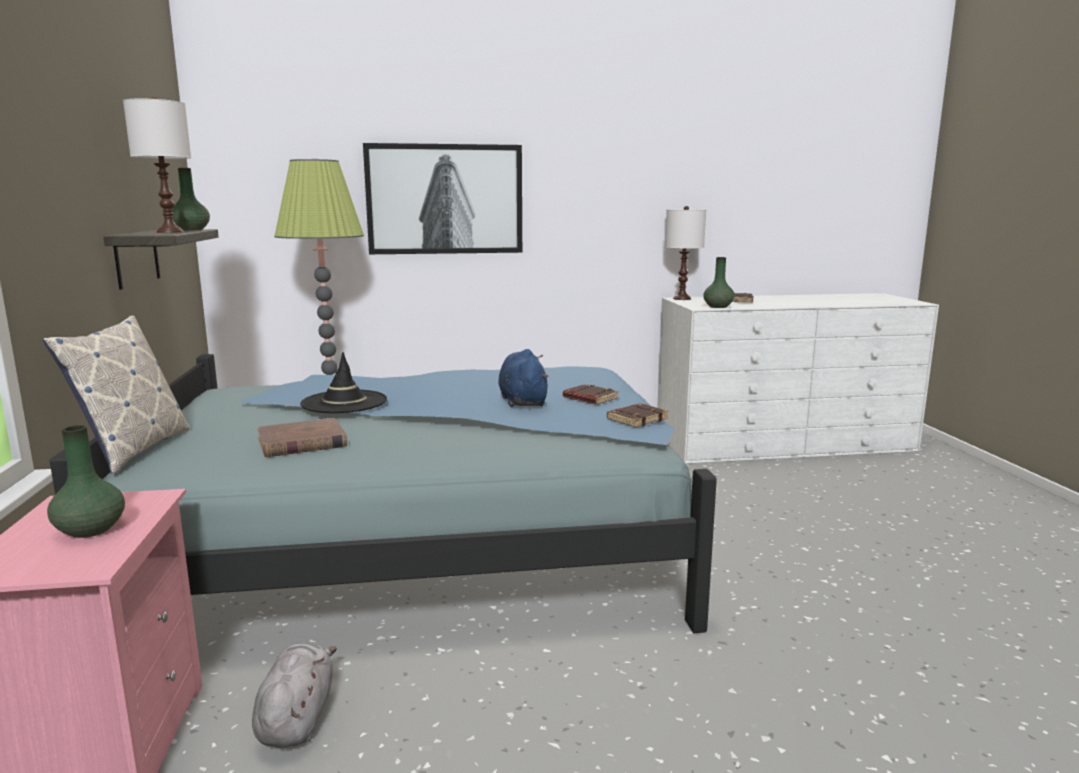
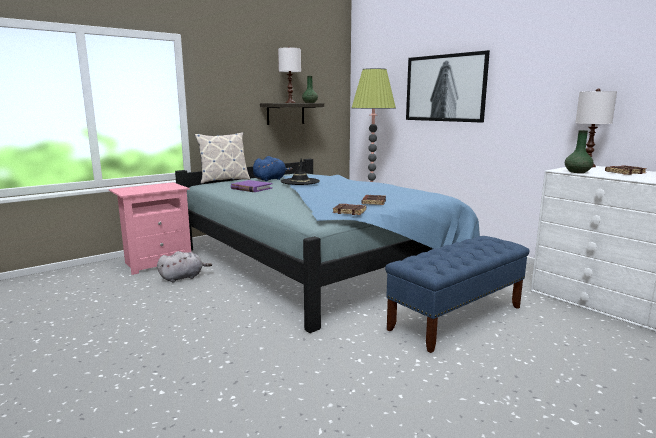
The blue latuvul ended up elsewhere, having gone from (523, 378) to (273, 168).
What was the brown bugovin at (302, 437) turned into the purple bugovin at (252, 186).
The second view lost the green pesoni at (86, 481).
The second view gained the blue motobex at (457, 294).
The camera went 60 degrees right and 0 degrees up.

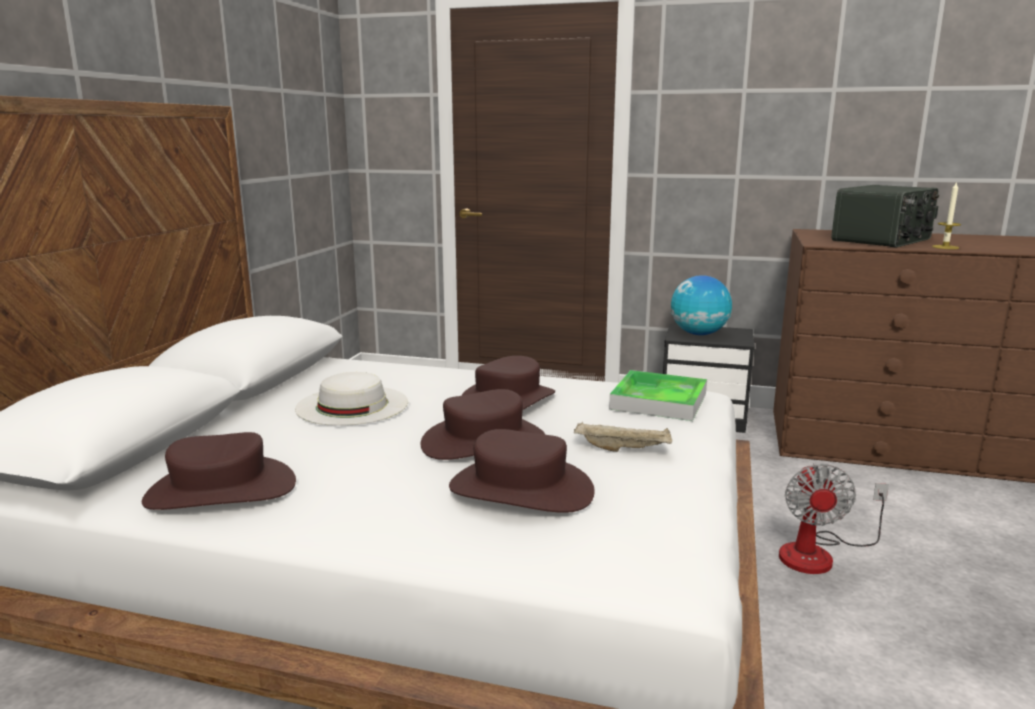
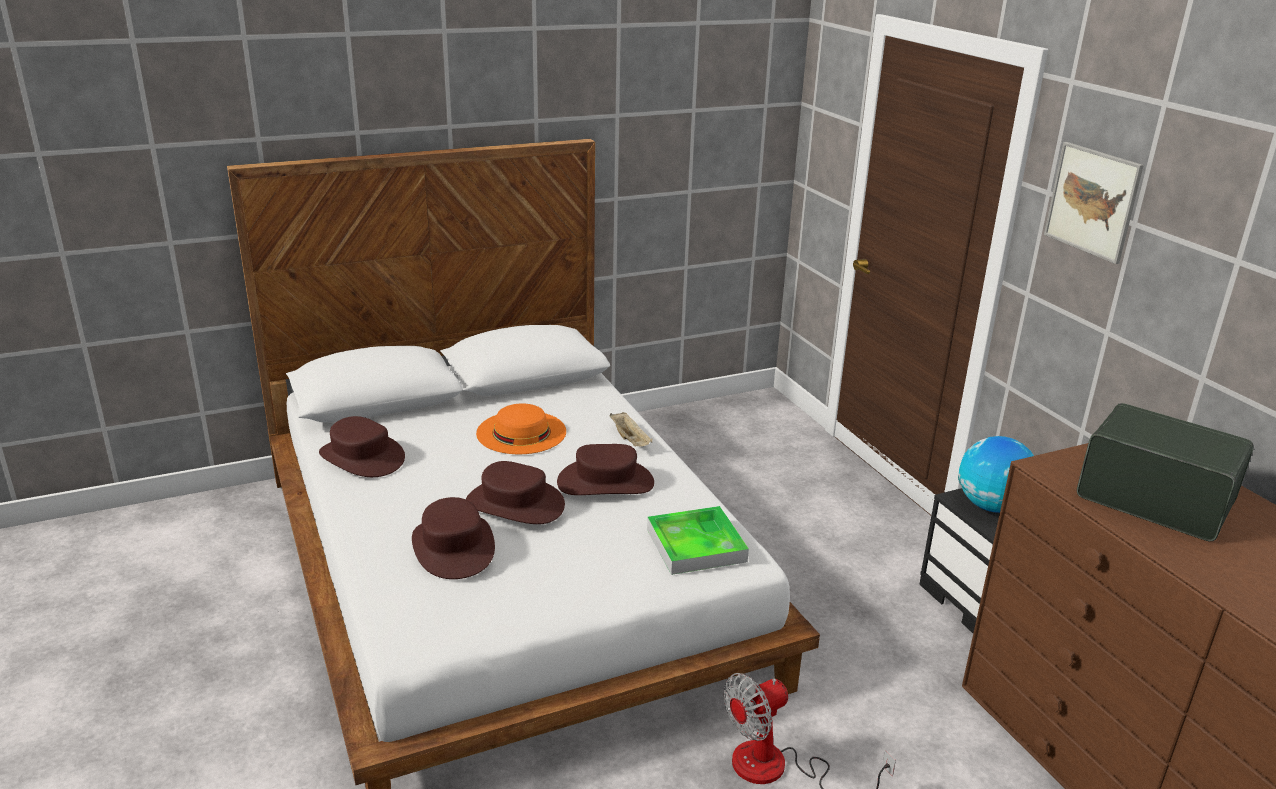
The second view lost the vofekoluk at (946, 215).
The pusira at (885, 216) ended up facing another way, 150 degrees counterclockwise from before.
What was the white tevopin at (351, 399) turned into the orange tevopin at (521, 429).
The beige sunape ended up elsewhere, having gone from (623, 437) to (631, 429).
The second view gained the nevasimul at (1094, 203).
The camera went 50 degrees right and 10 degrees up.

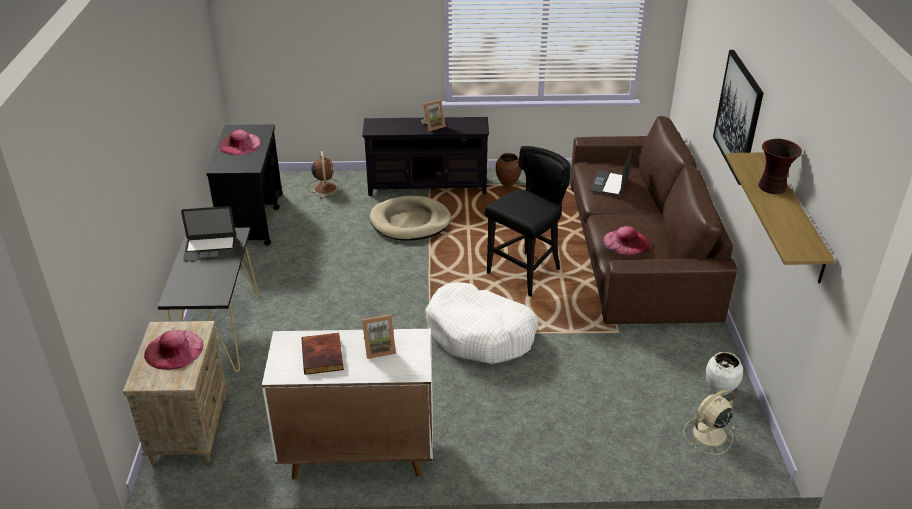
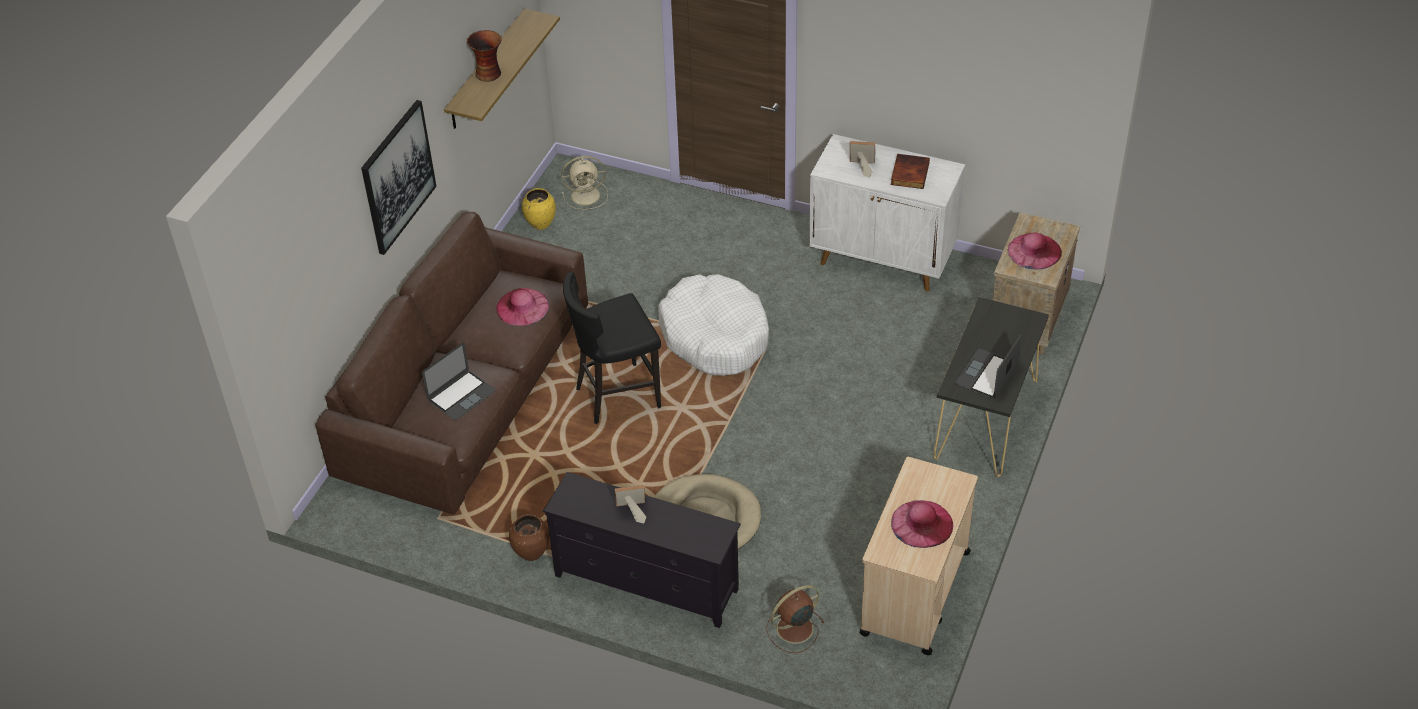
What was the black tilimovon at (244, 185) turned into the beige tilimovon at (919, 556).
The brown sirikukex at (324, 175) ended up facing another way, 45 degrees clockwise from before.
The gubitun at (208, 233) ended up facing another way, 75 degrees counterclockwise from before.
What was the white pesoni at (724, 374) turned into the yellow pesoni at (539, 209).
The camera went 155 degrees left and 10 degrees up.

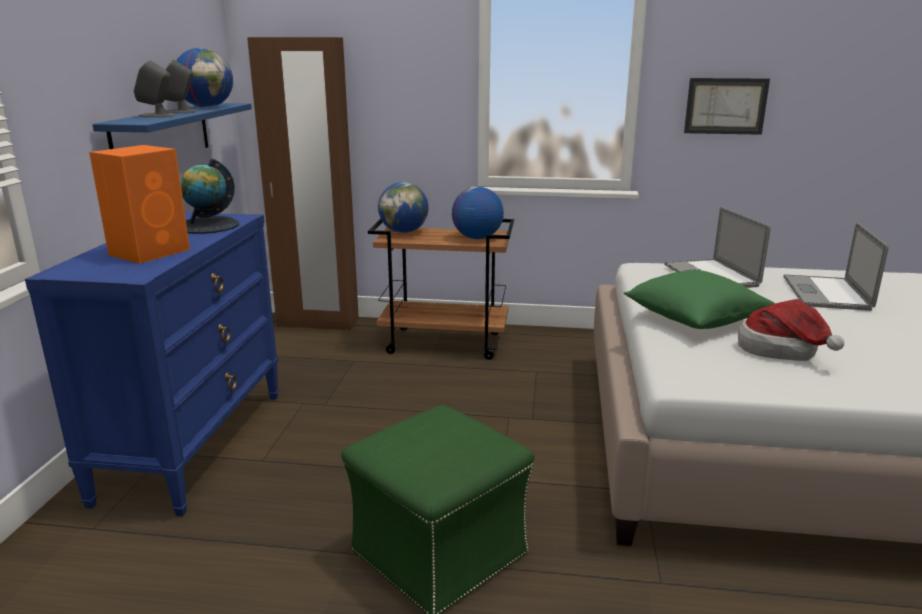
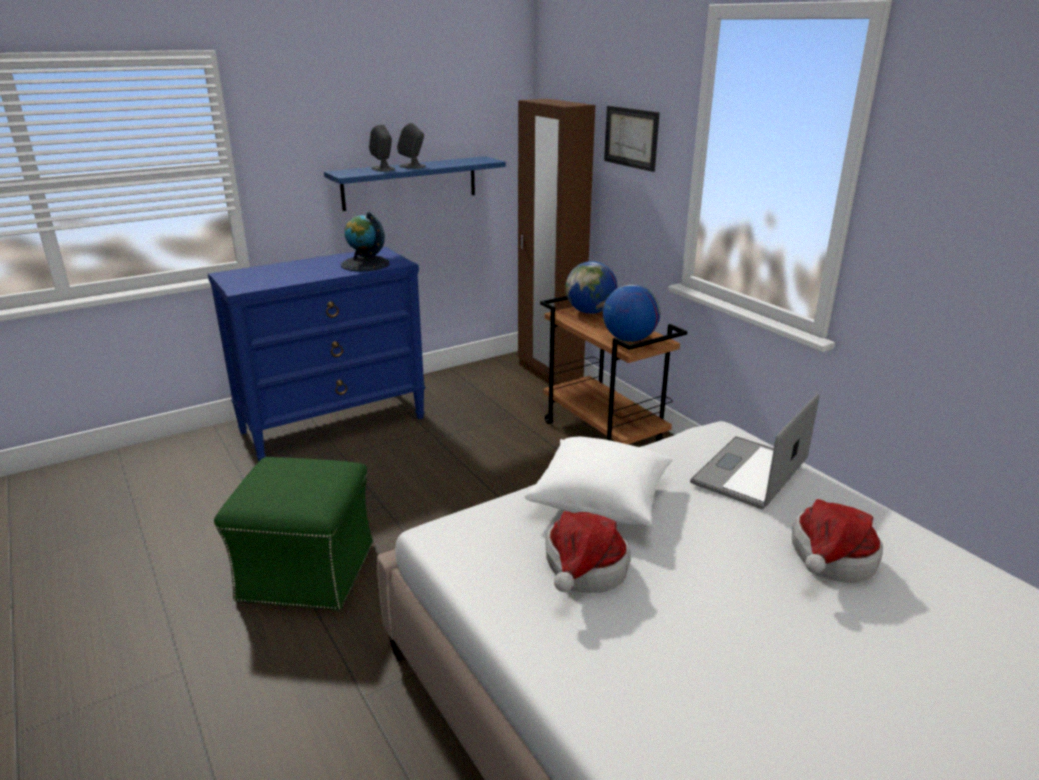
The second view lost the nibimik at (204, 78).
The nevasimul ended up elsewhere, having gone from (727, 106) to (632, 139).
The second view lost the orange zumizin at (139, 204).
Where the gubitun stood at (836, 266), the tevopin came to stand at (837, 541).
What was the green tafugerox at (699, 299) turned into the white tafugerox at (599, 481).
The camera went 50 degrees right and 5 degrees up.

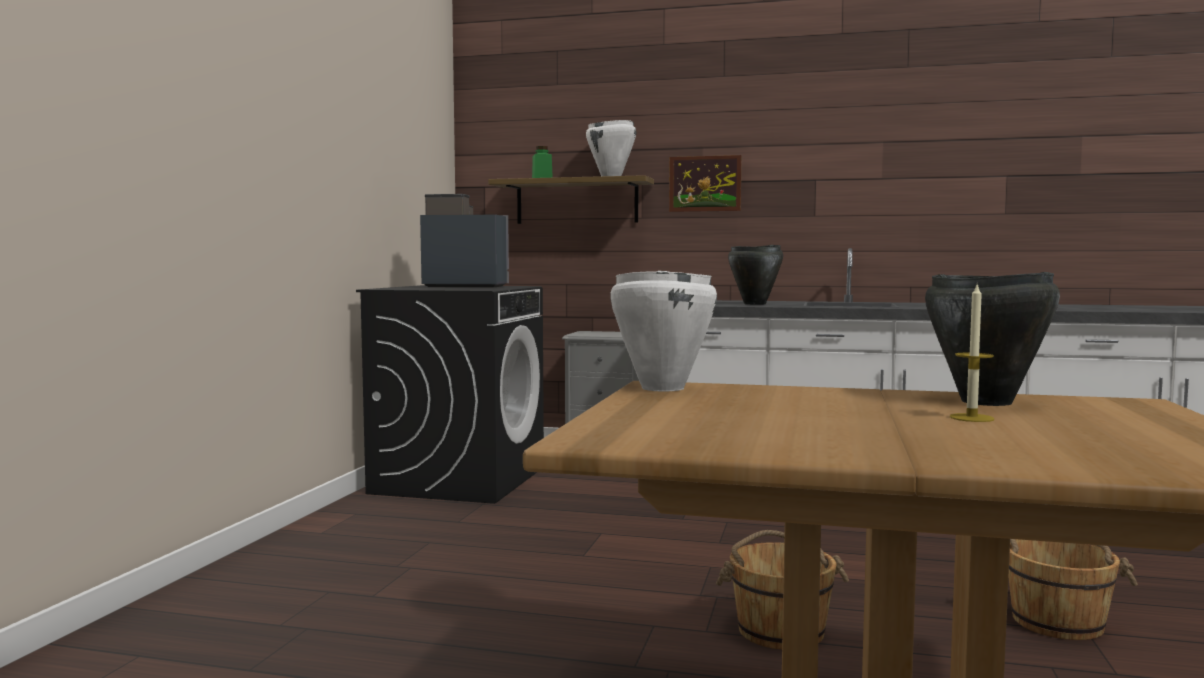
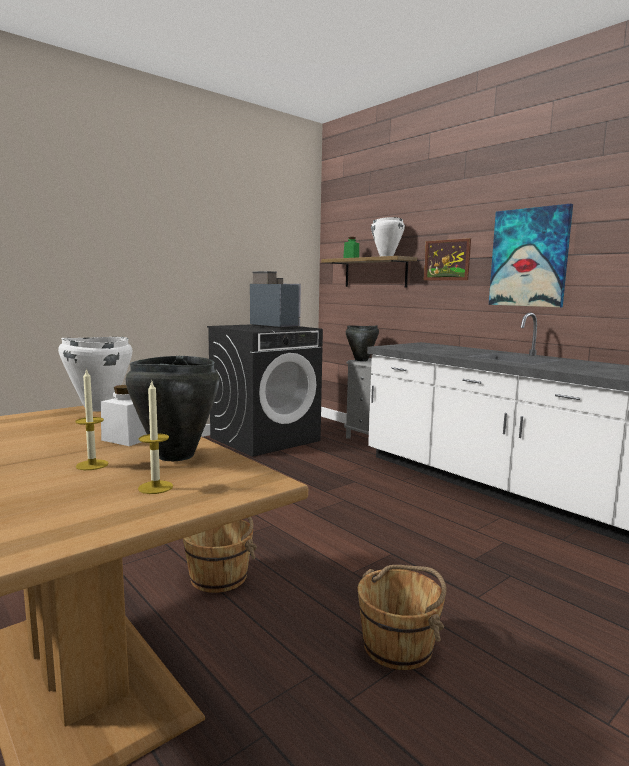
The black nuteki ended up elsewhere, having gone from (755, 275) to (362, 343).
The second view gained the nevasimul at (531, 255).
The second view gained the vofekoluk at (155, 438).
The second view gained the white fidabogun at (124, 415).
The camera went 35 degrees right and 5 degrees up.

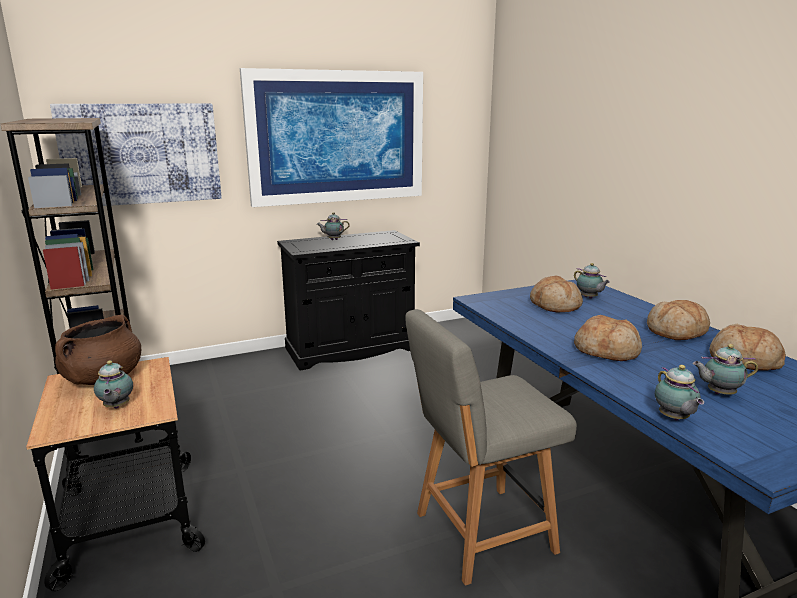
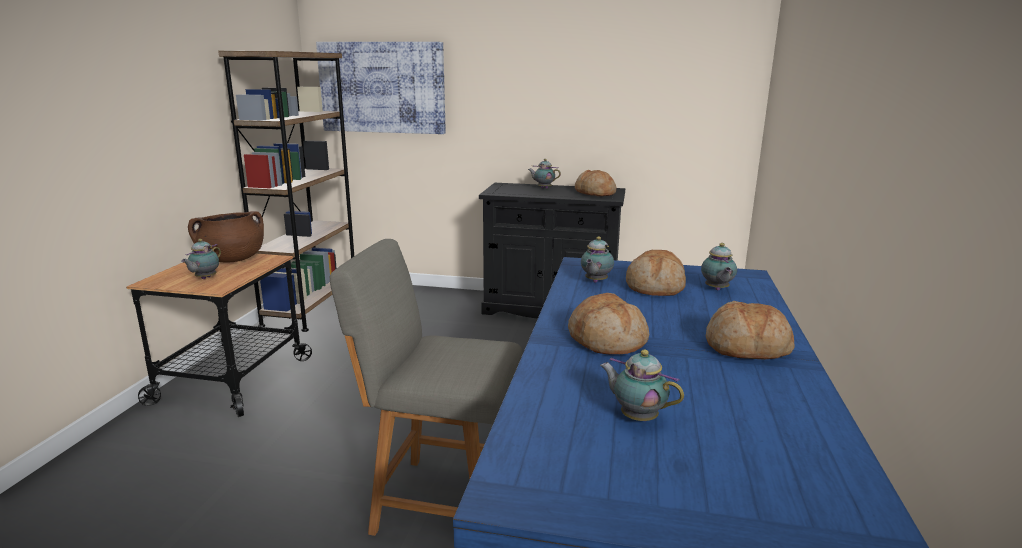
The second view lost the nevasimul at (331, 137).
The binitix ended up elsewhere, having gone from (747, 347) to (595, 183).
The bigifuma ended up elsewhere, having gone from (679, 392) to (597, 259).
The camera went 35 degrees right and 0 degrees up.

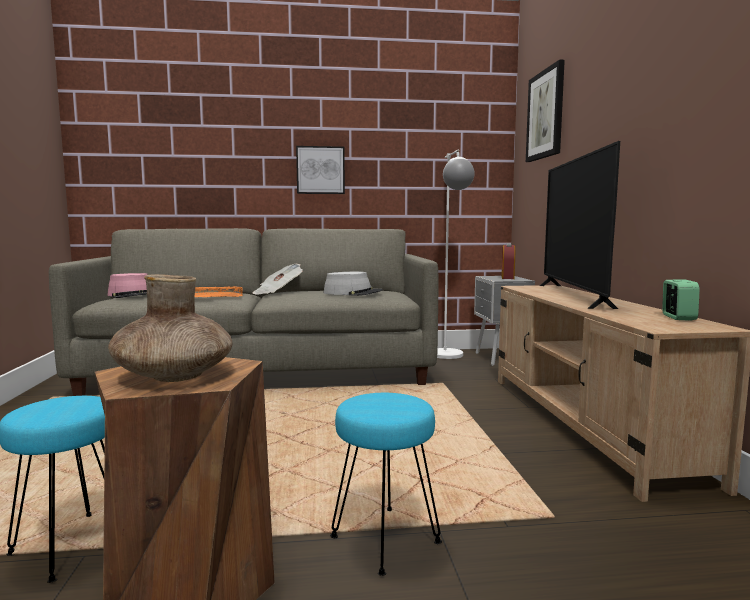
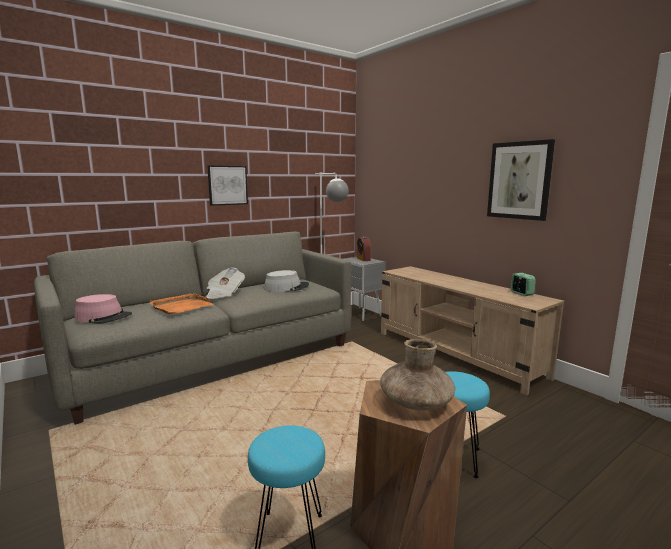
The nevasimul ended up elsewhere, having gone from (545, 111) to (521, 180).
The second view lost the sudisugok at (580, 225).
The camera went 30 degrees left and 5 degrees up.

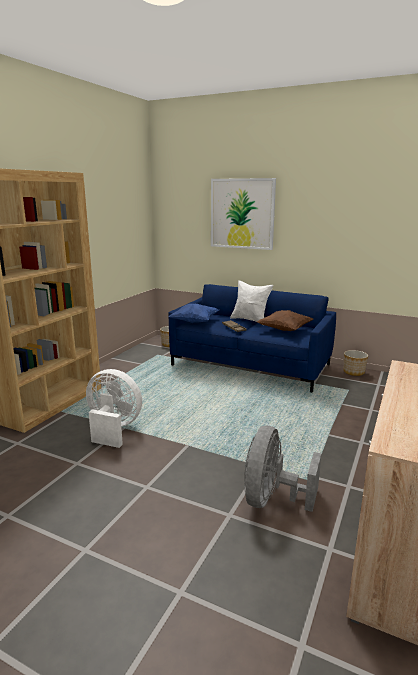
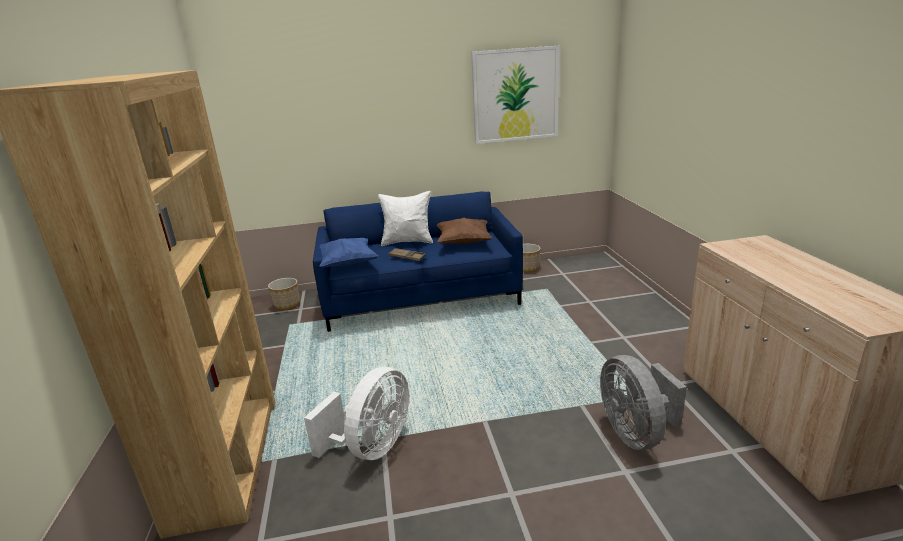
The nevasimul ended up elsewhere, having gone from (243, 214) to (515, 95).
The white sirikukex at (114, 408) ended up facing another way, 135 degrees clockwise from before.
The camera went 35 degrees left and 5 degrees up.

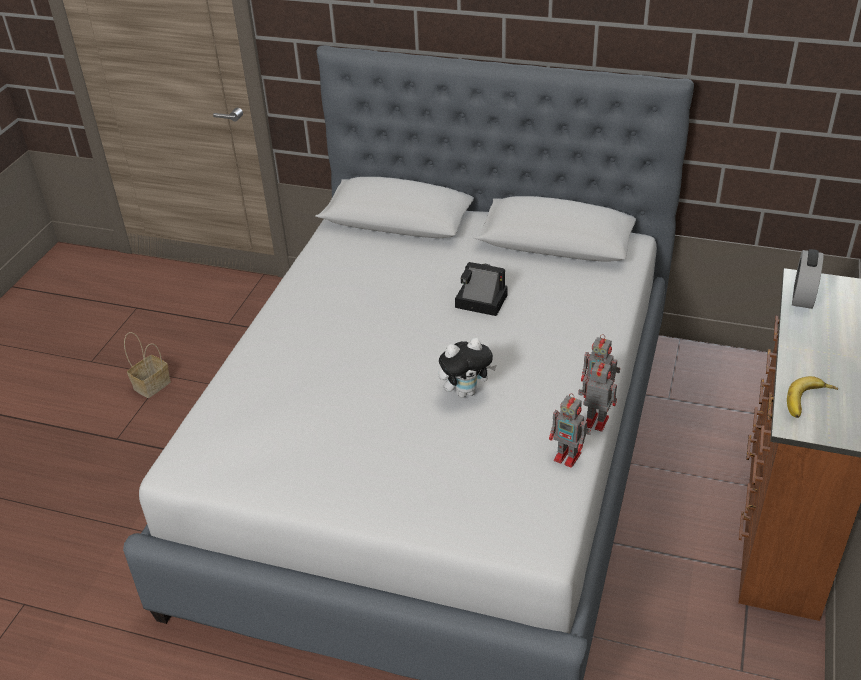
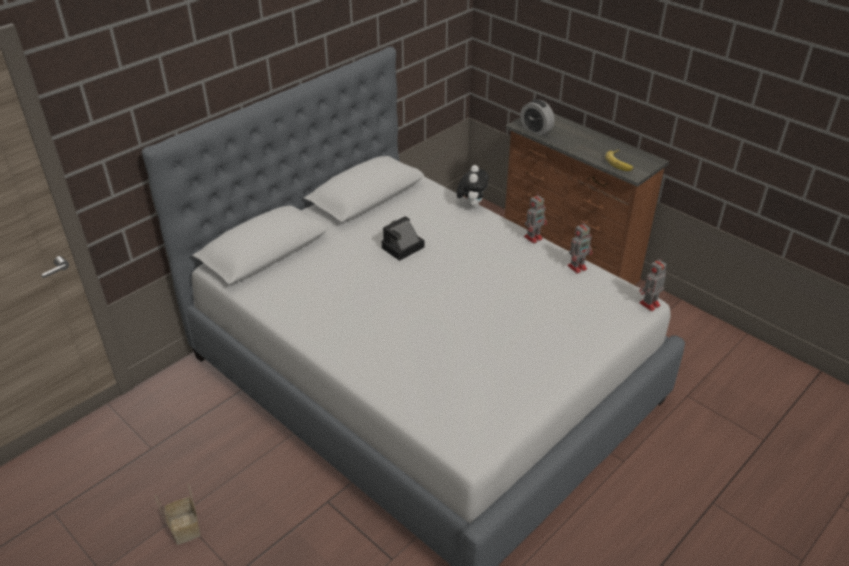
The latuvul ended up elsewhere, having gone from (467, 368) to (473, 186).
The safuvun ended up elsewhere, having gone from (597, 395) to (653, 284).
The camera went 65 degrees left and 0 degrees up.

